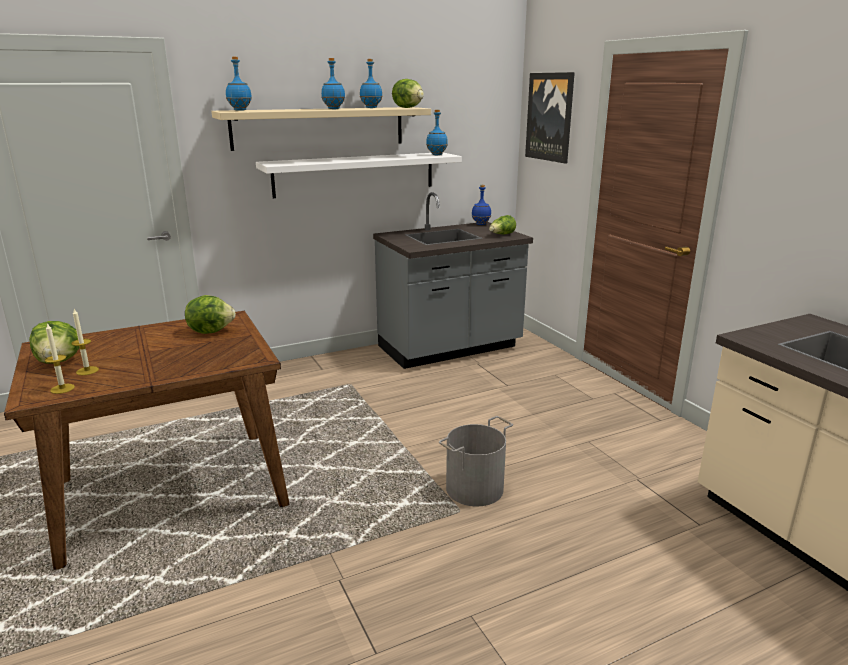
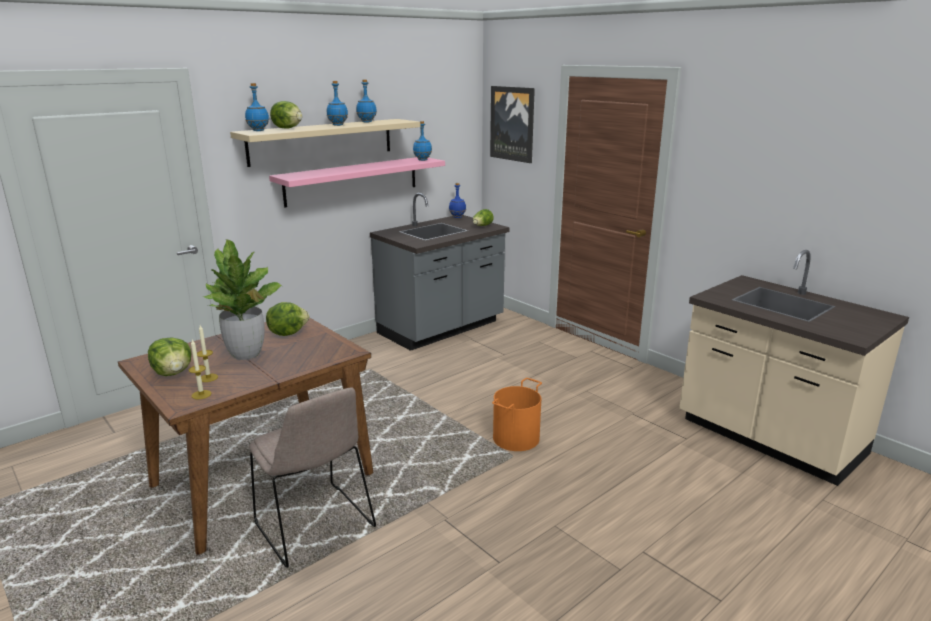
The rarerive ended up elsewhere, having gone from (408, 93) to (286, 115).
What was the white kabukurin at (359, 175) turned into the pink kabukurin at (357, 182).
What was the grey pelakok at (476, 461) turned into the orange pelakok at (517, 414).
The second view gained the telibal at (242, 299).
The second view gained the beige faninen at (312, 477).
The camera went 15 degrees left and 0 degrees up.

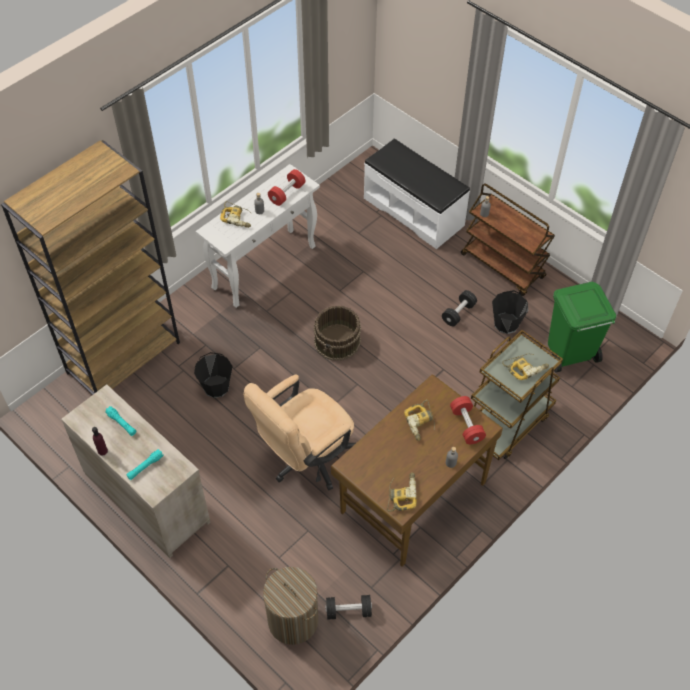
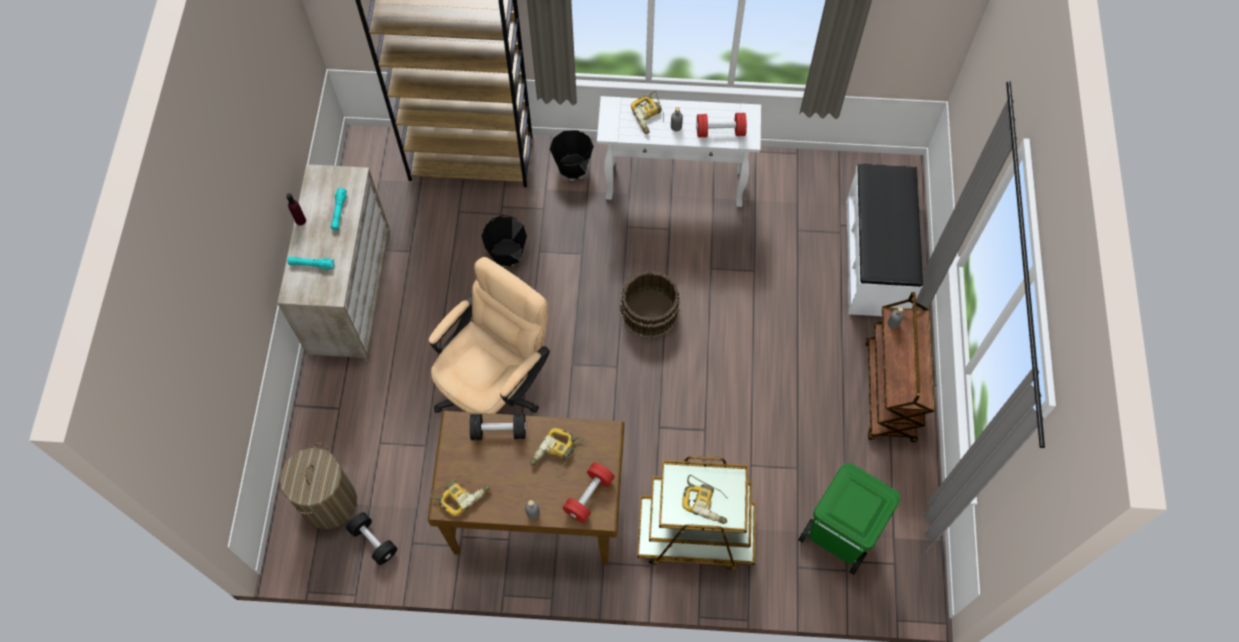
The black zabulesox ended up elsewhere, having gone from (459, 308) to (497, 426).
The black pelakok ended up elsewhere, having gone from (510, 312) to (572, 155).
The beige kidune at (299, 433) ended up facing another way, 120 degrees clockwise from before.
The camera went 50 degrees right and 10 degrees up.

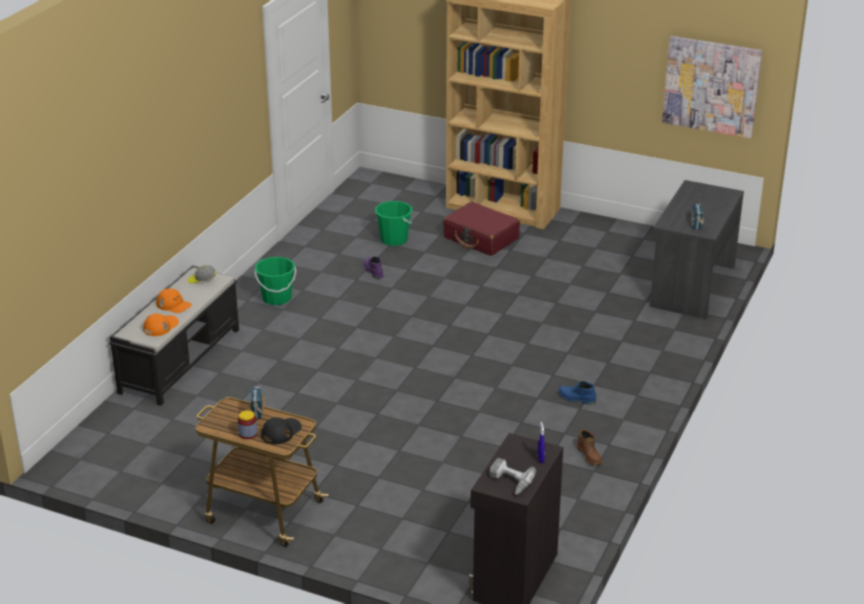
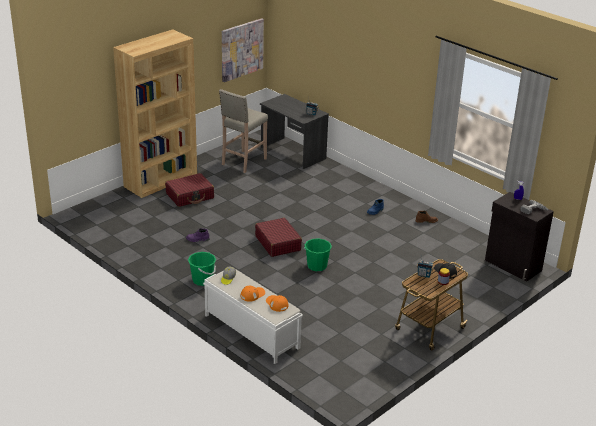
The green pelakok ended up elsewhere, having gone from (393, 223) to (318, 254).
What was the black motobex at (174, 335) turned into the white motobex at (253, 317).
The second view gained the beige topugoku at (243, 131).
The second view gained the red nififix at (278, 237).
The camera went 70 degrees left and 0 degrees up.

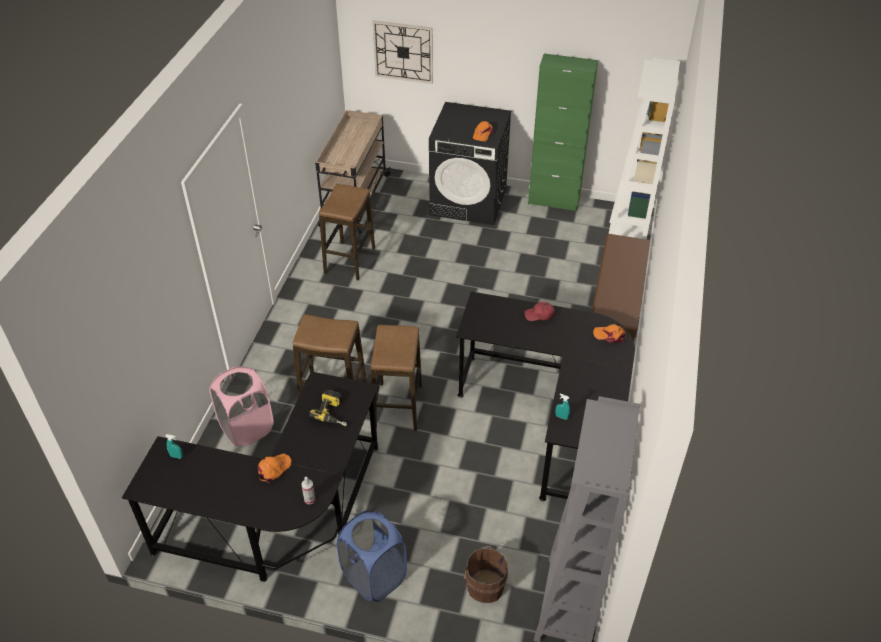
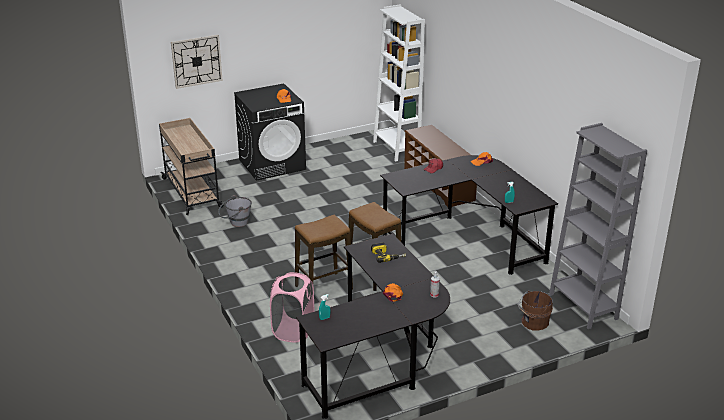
The second view lost the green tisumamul at (563, 132).
Where the topugoku stood at (347, 232), the grey pelakok came to stand at (235, 211).
The second view lost the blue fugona at (372, 556).
The camera went 40 degrees left and 15 degrees down.

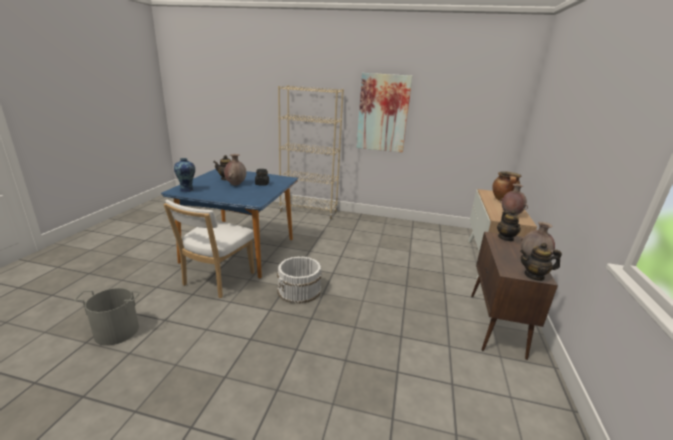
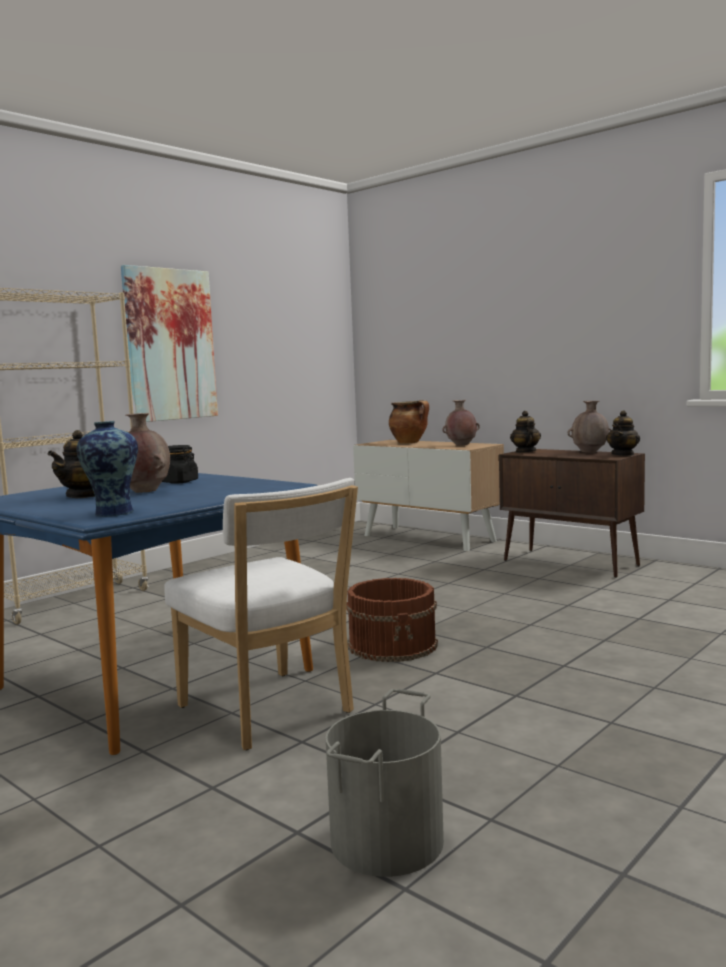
The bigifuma at (509, 226) ended up facing another way, 120 degrees counterclockwise from before.
What was the white pelakok at (299, 280) turned into the brown pelakok at (392, 620).
The camera went 60 degrees left and 15 degrees down.

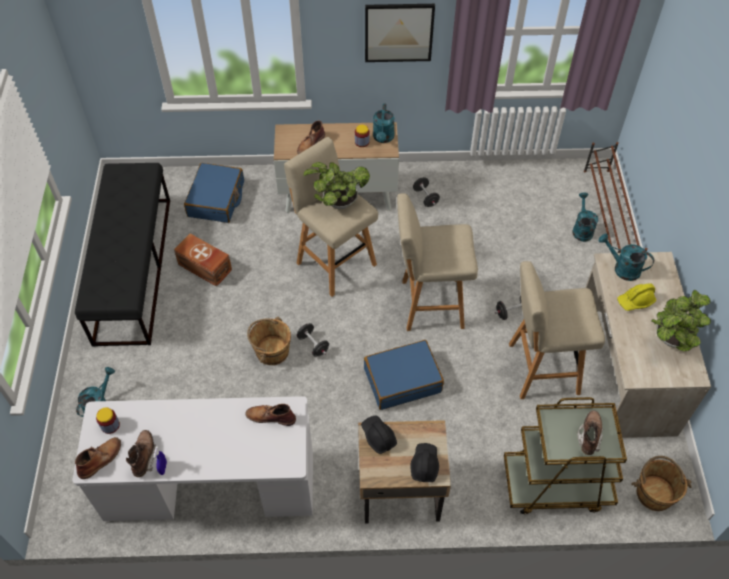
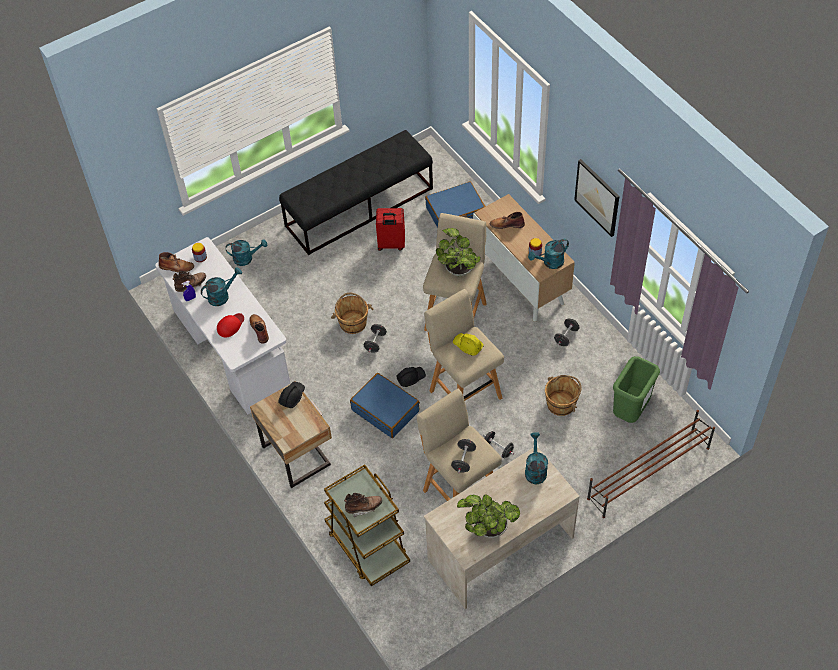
The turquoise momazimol ended up elsewhere, having gone from (585, 217) to (221, 286).
Where the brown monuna stood at (203, 260), the red nififix came to stand at (390, 229).
The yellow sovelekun ended up elsewhere, having gone from (636, 297) to (468, 344).
The black sovelekun ended up elsewhere, having gone from (424, 462) to (411, 377).
The brown pelakok ended up elsewhere, having gone from (661, 483) to (563, 395).
The second view gained the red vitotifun at (230, 325).
The second view gained the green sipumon at (636, 389).
The second view gained the black zabulesox at (463, 456).
The camera went 60 degrees right and 0 degrees up.

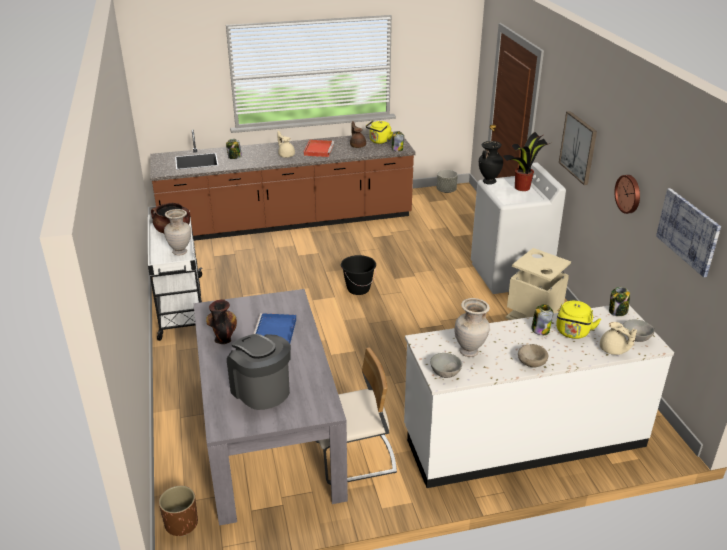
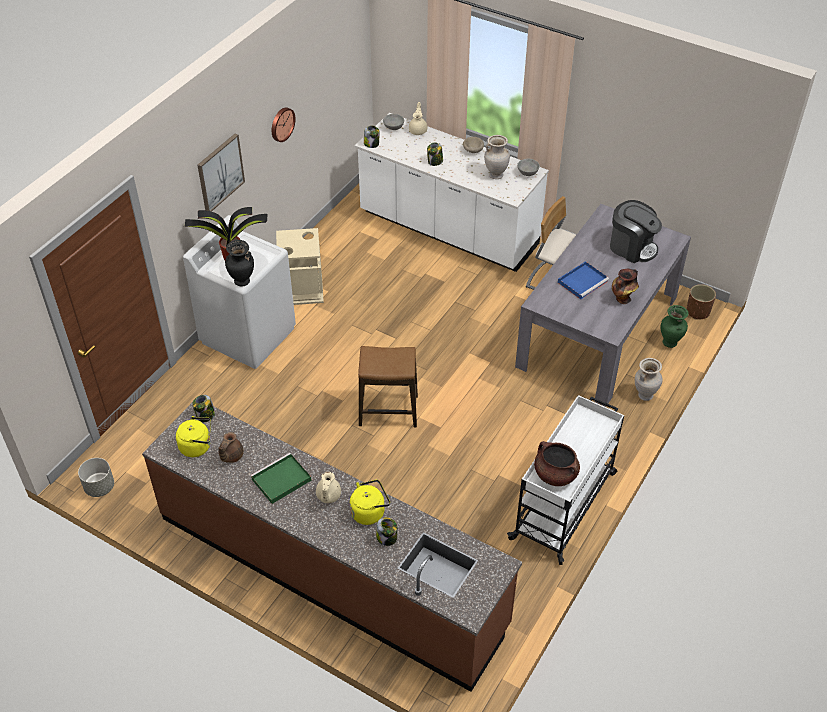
What was the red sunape at (319, 148) turned into the green sunape at (281, 478).
The second view lost the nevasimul at (688, 232).
The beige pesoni ended up elsewhere, having gone from (177, 232) to (648, 379).
Where the black pelakok stood at (358, 275), the topugoku came to stand at (388, 386).
The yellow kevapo ended up elsewhere, having gone from (578, 320) to (370, 502).
The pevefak at (259, 372) ended up facing another way, 60 degrees counterclockwise from before.
The second view gained the green pesoni at (675, 326).
The camera went 135 degrees left and 15 degrees up.

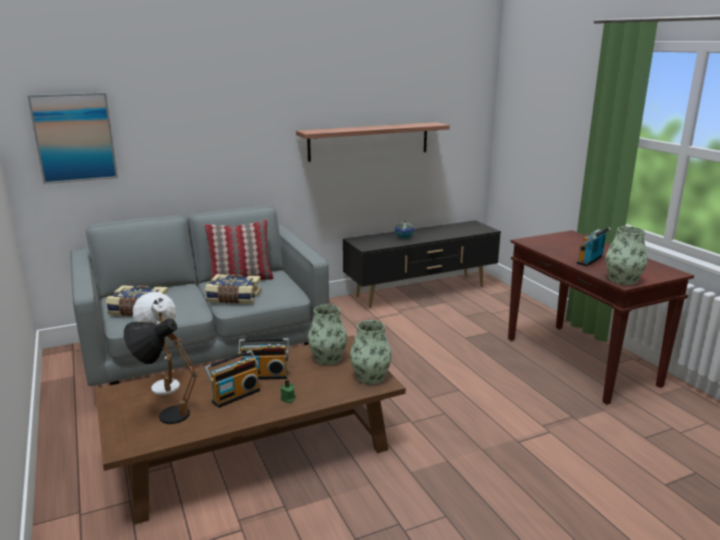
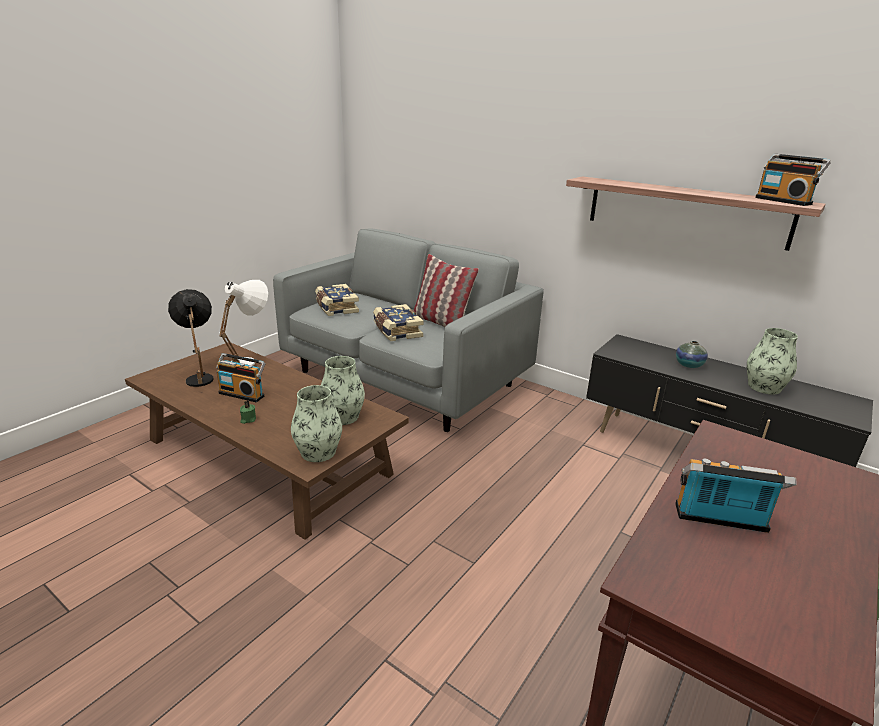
The second view lost the nevasimul at (72, 138).
The pesoni ended up elsewhere, having gone from (626, 255) to (772, 361).
The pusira ended up elsewhere, having gone from (263, 359) to (793, 180).
The camera went 60 degrees right and 5 degrees up.

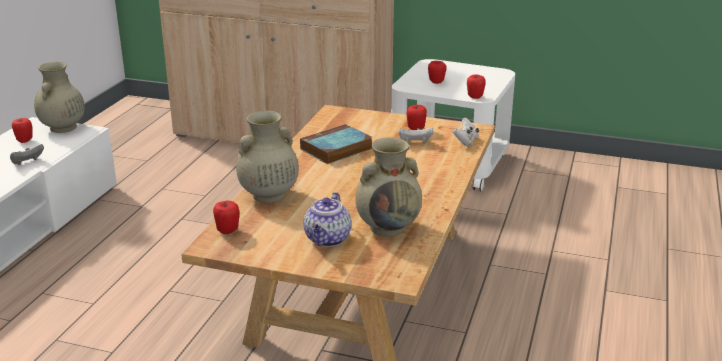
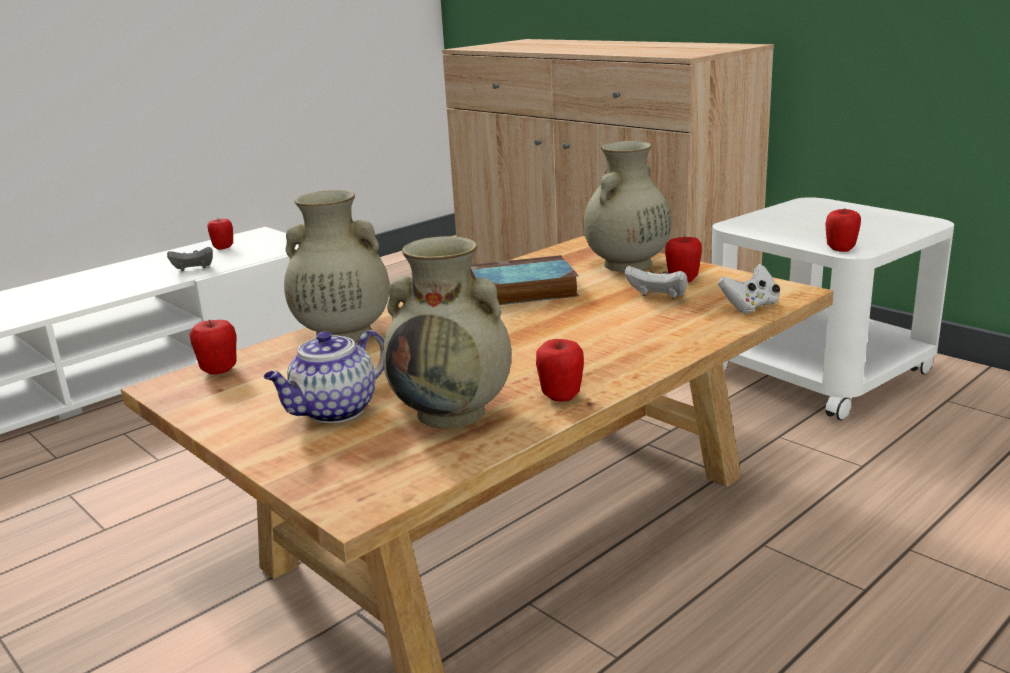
The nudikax ended up elsewhere, having gone from (437, 72) to (560, 370).
The beige pesoni ended up elsewhere, having gone from (59, 97) to (627, 206).
The camera went 30 degrees right and 5 degrees down.

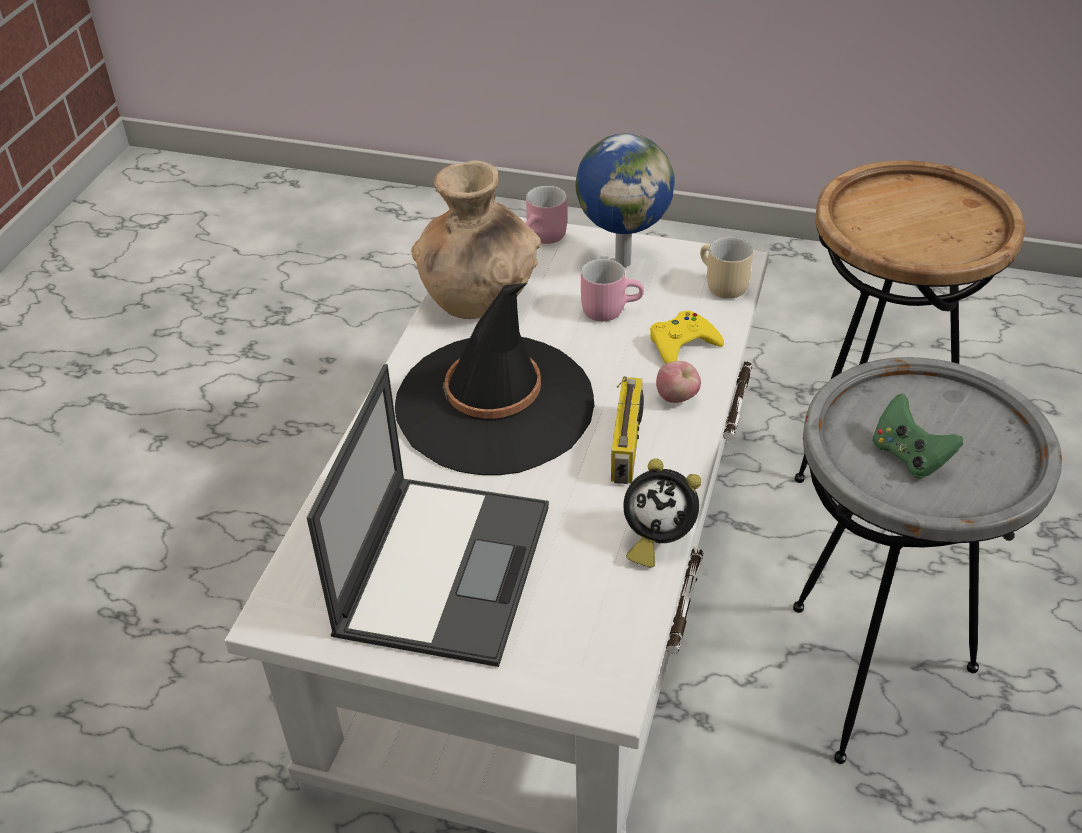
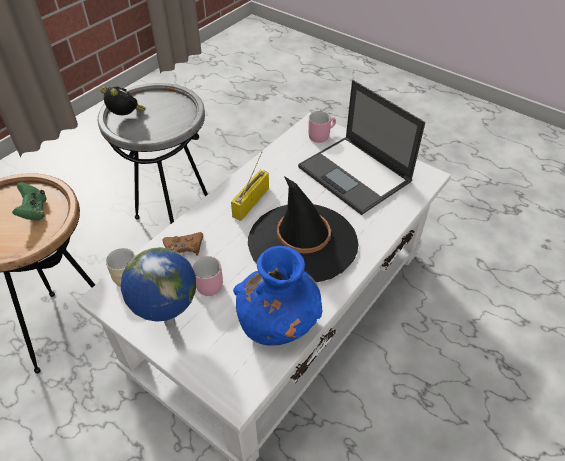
What was the brown pesoni at (476, 239) turned into the blue pesoni at (278, 296).
The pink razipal ended up elsewhere, having gone from (546, 215) to (322, 127).
What was the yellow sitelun at (687, 337) turned into the brown sitelun at (182, 244).
The second view lost the nudikax at (678, 382).
The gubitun at (428, 515) ended up facing another way, 75 degrees counterclockwise from before.
The green sitelun ended up elsewhere, having gone from (918, 435) to (29, 201).
The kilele ended up elsewhere, having gone from (662, 512) to (123, 100).
The camera went 160 degrees left and 5 degrees up.

